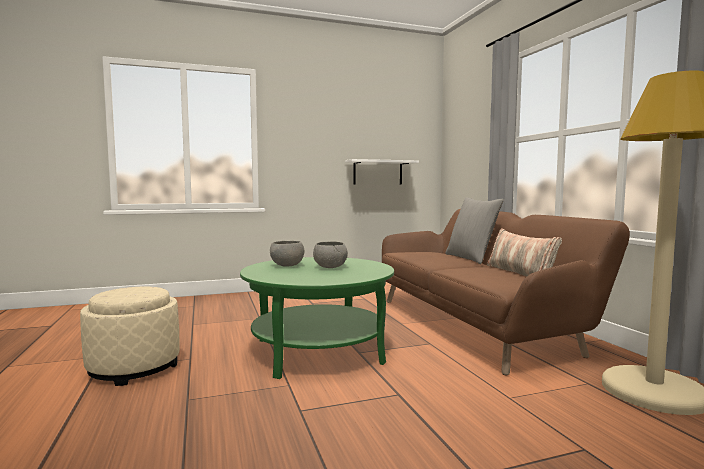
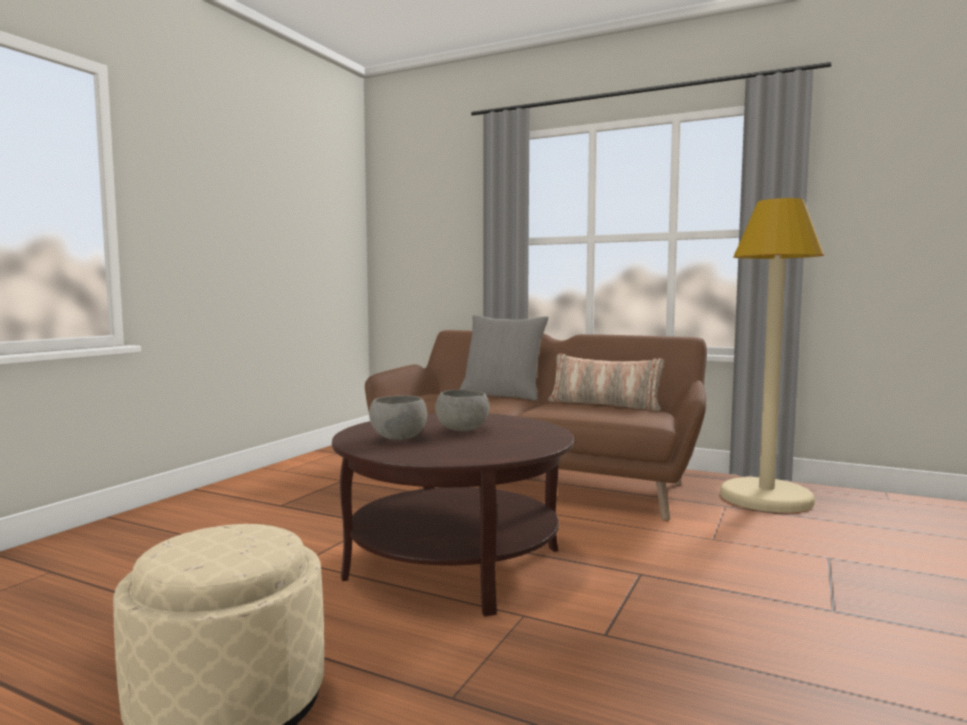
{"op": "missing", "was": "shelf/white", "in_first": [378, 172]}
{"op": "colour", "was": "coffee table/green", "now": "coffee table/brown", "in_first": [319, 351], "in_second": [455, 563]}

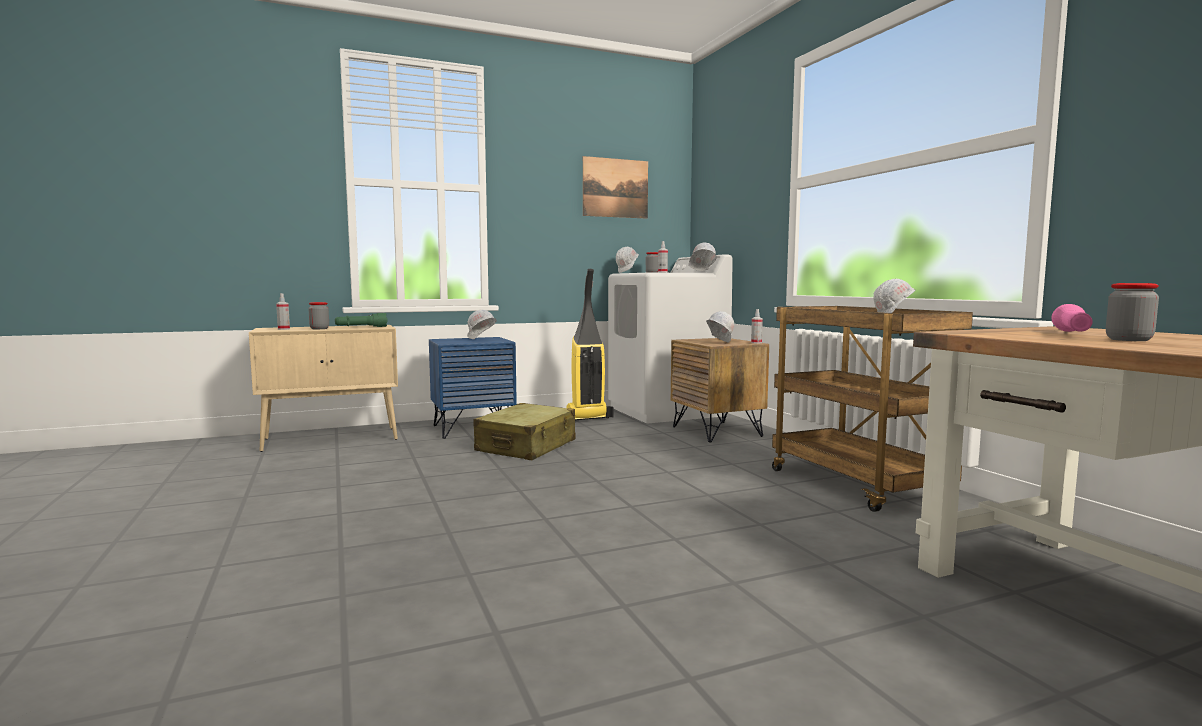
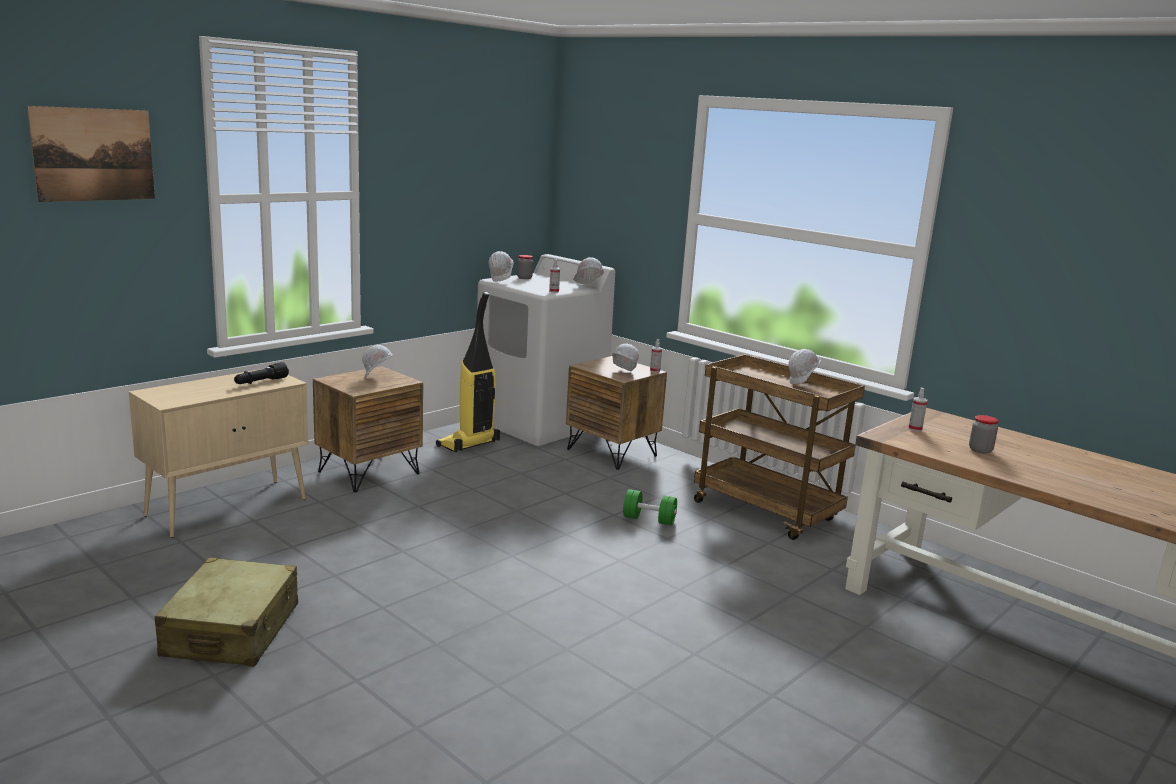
{"op": "relocated", "was": "picture", "in_first": [615, 188], "in_second": [94, 154]}
{"op": "relocated", "was": "spray bottle", "in_first": [283, 329], "in_second": [915, 429]}
{"op": "missing", "was": "jar", "in_first": [319, 328]}
{"op": "missing", "was": "flashlight/pink", "in_first": [1072, 333]}
{"op": "colour", "was": "flashlight/green", "now": "flashlight/black", "in_first": [361, 327], "in_second": [261, 382]}
{"op": "colour", "was": "nightstand/blue", "now": "nightstand/brown", "in_first": [473, 429], "in_second": [368, 472]}
{"op": "relocated", "was": "suitcase/beige", "in_first": [526, 446], "in_second": [232, 630]}
{"op": "appeared", "now": "dumbbell/green", "in_second": [649, 520]}

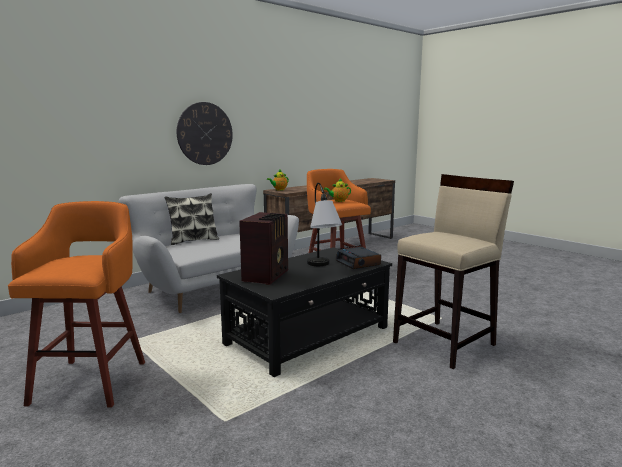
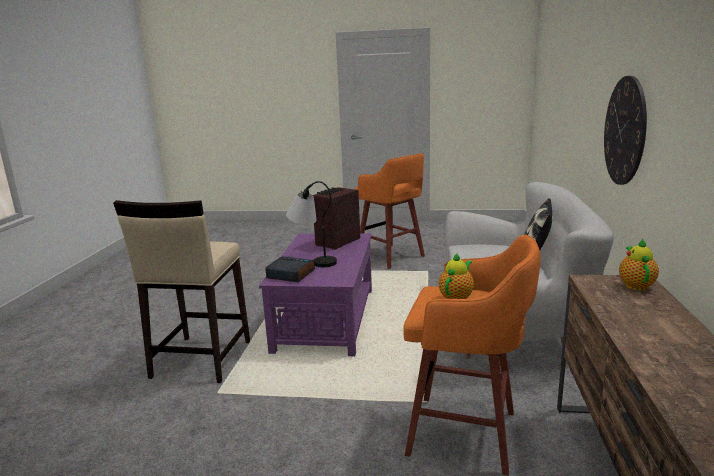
{"op": "spun", "was": "radio", "in_first": [267, 276], "in_second": [336, 242], "clockwise": 60}
{"op": "colour", "was": "coffee table/black", "now": "coffee table/purple", "in_first": [309, 335], "in_second": [325, 319]}

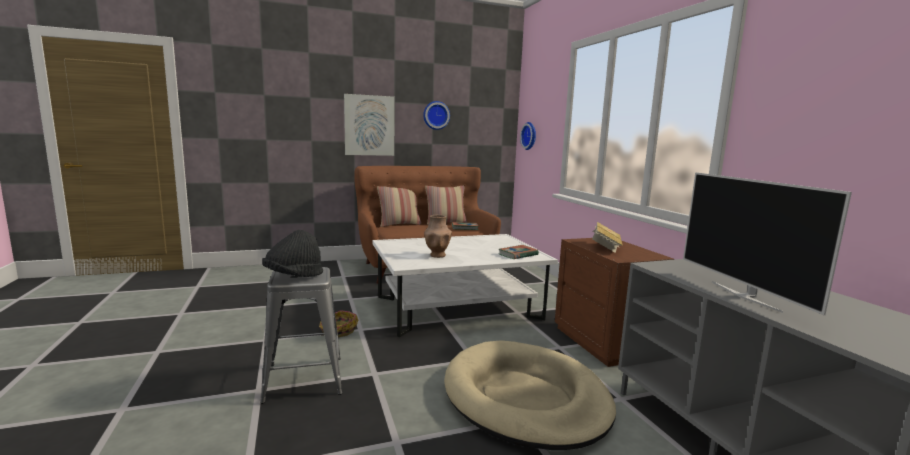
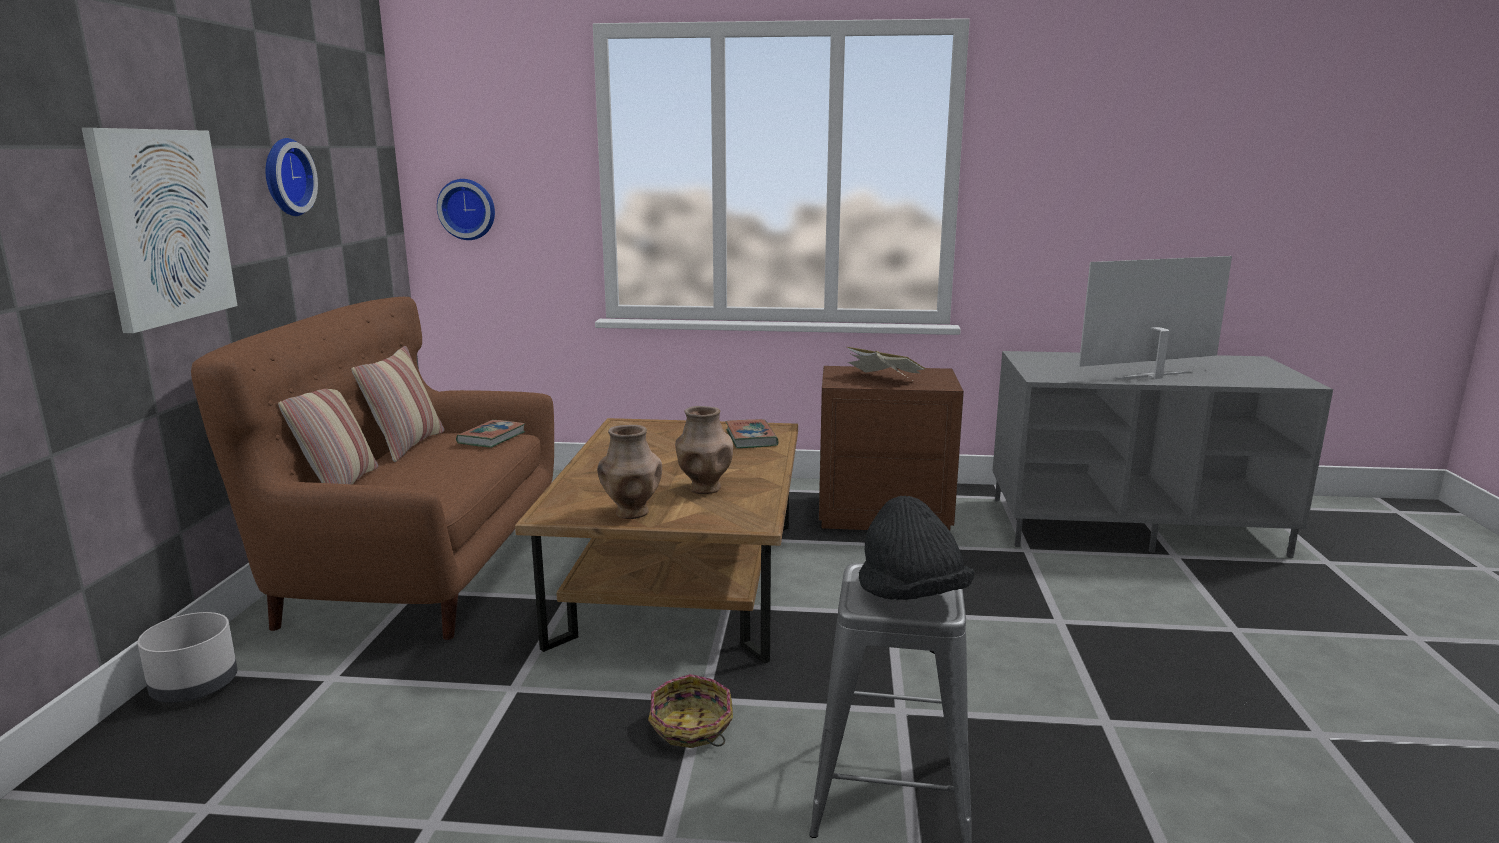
{"op": "spun", "was": "television", "in_first": [745, 296], "in_second": [1152, 376], "clockwise": 150}
{"op": "colour", "was": "coffee table/white", "now": "coffee table/brown", "in_first": [458, 308], "in_second": [680, 580]}
{"op": "missing", "was": "dog bed/beige", "in_first": [525, 398]}
{"op": "appeared", "now": "vase/brown", "in_second": [631, 513]}
{"op": "appeared", "now": "planter/grey", "in_second": [194, 686]}

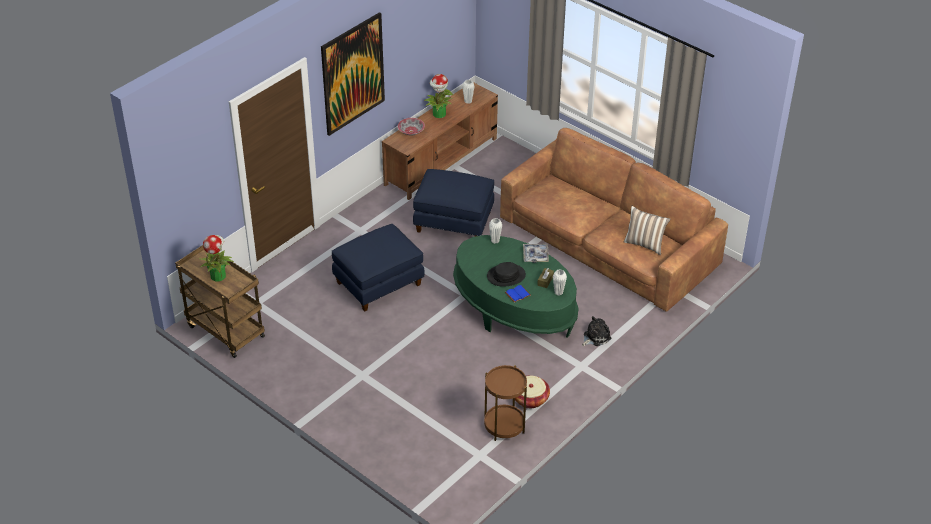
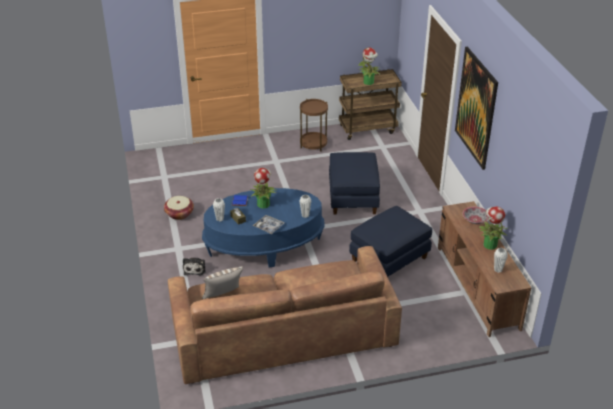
{"op": "colour", "was": "coffee table/green", "now": "coffee table/blue", "in_first": [514, 309], "in_second": [264, 245]}
{"op": "exchanged", "was": "hat/black", "now": "potted plant", "in_first": [506, 276], "in_second": [263, 204]}
{"op": "relocated", "was": "side table/brown", "in_first": [504, 425], "in_second": [313, 144]}

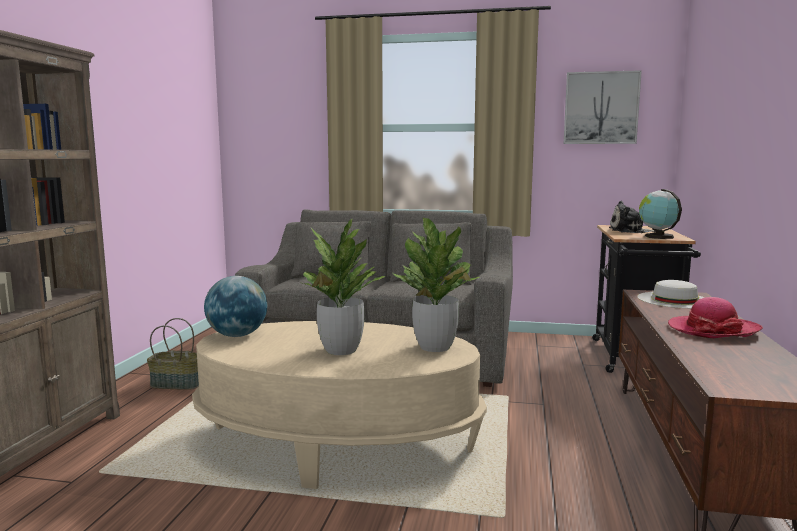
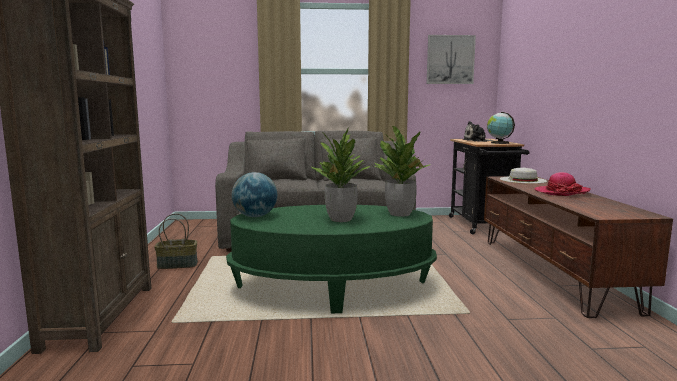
{"op": "colour", "was": "coffee table/beige", "now": "coffee table/green", "in_first": [337, 444], "in_second": [332, 288]}

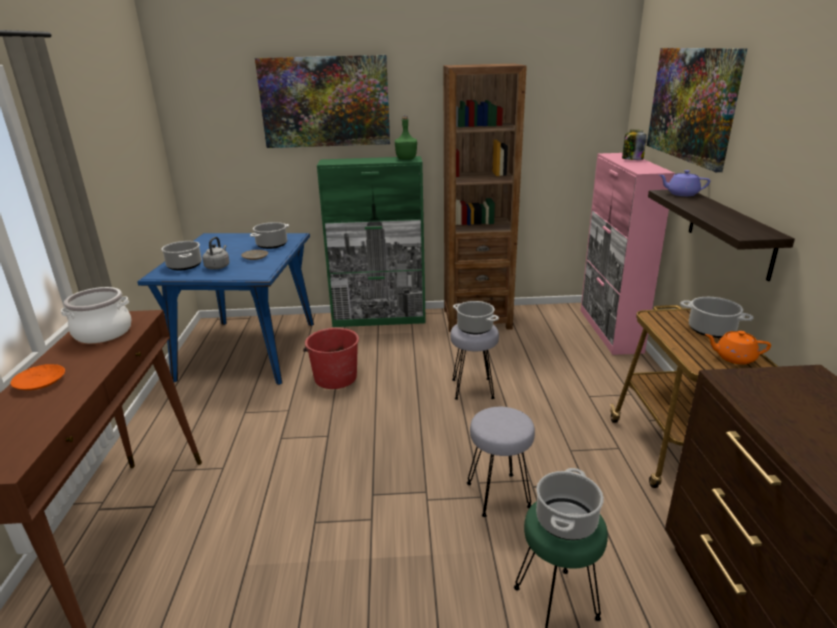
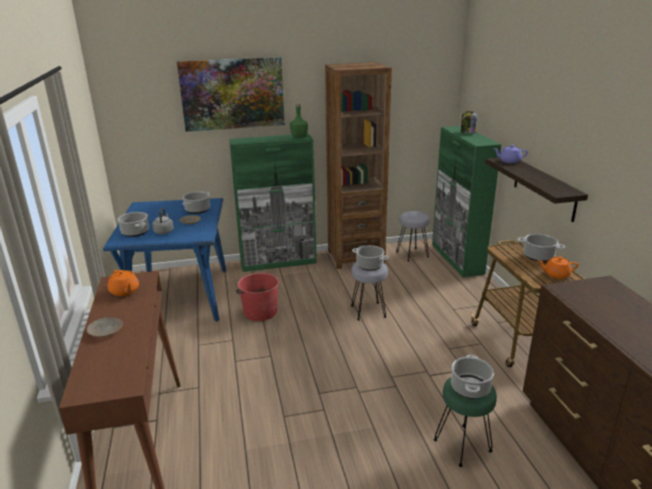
{"op": "missing", "was": "picture", "in_first": [692, 104]}
{"op": "colour", "was": "cabinet/pink", "now": "cabinet/green", "in_first": [610, 330], "in_second": [457, 259]}
{"op": "exchanged", "was": "cooking pot", "now": "teapot/orange", "in_first": [103, 332], "in_second": [124, 291]}
{"op": "colour", "was": "plate/orange", "now": "plate/beige", "in_first": [40, 382], "in_second": [105, 330]}
{"op": "relocated", "was": "stool/grey", "in_first": [499, 495], "in_second": [412, 254]}

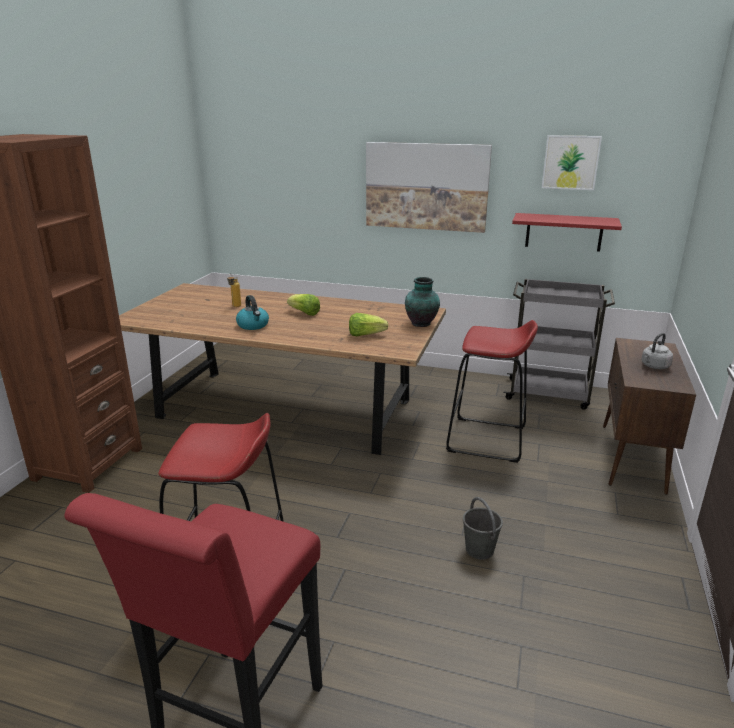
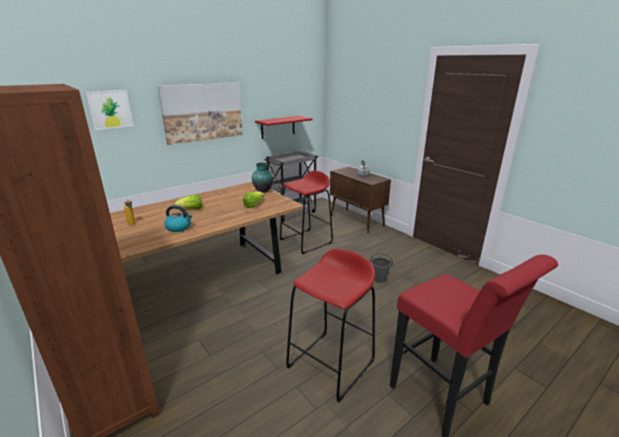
{"op": "relocated", "was": "picture", "in_first": [570, 162], "in_second": [110, 109]}

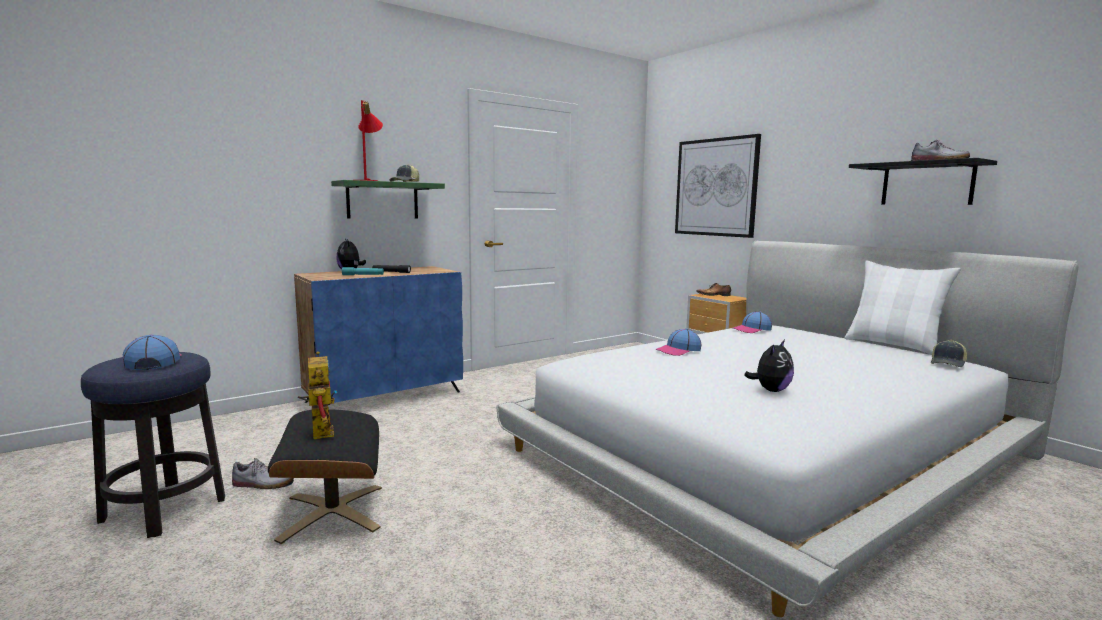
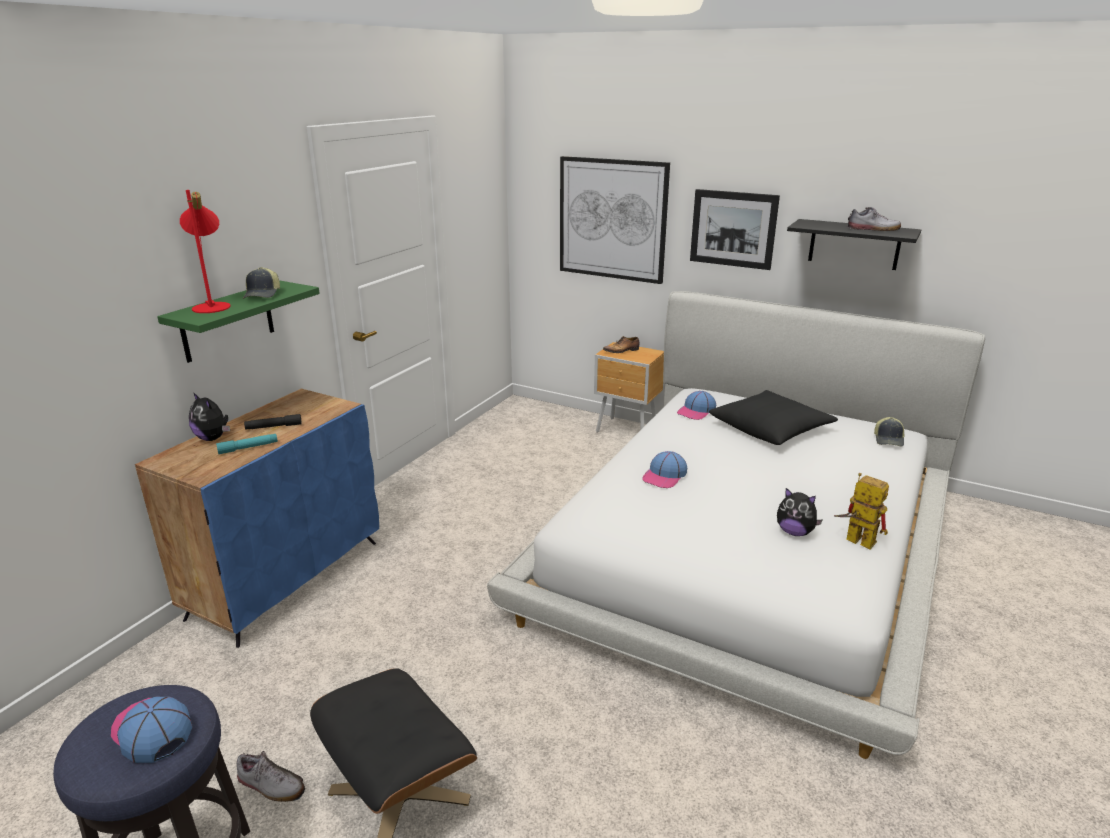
{"op": "missing", "was": "pillow/white", "in_first": [893, 345]}
{"op": "spun", "was": "plush toy", "in_first": [771, 390], "in_second": [795, 532], "clockwise": 105}
{"op": "relocated", "was": "toy robot", "in_first": [319, 430], "in_second": [853, 539]}
{"op": "spun", "was": "shoe", "in_first": [263, 484], "in_second": [271, 785], "clockwise": 45}
{"op": "appeared", "now": "picture", "in_second": [733, 229]}
{"op": "appeared", "now": "pillow/black", "in_second": [770, 428]}

